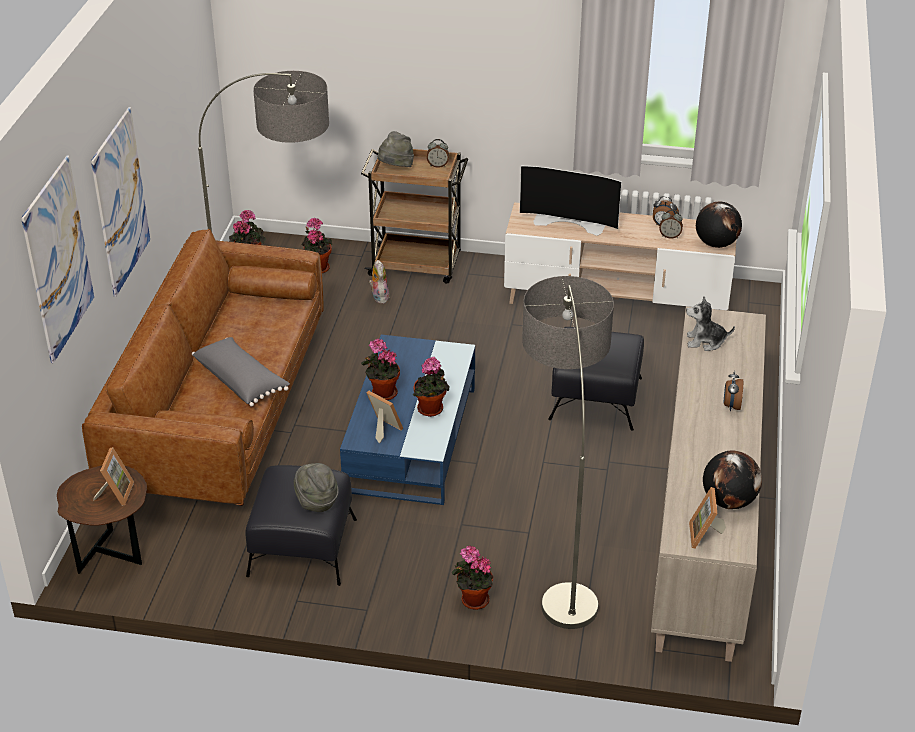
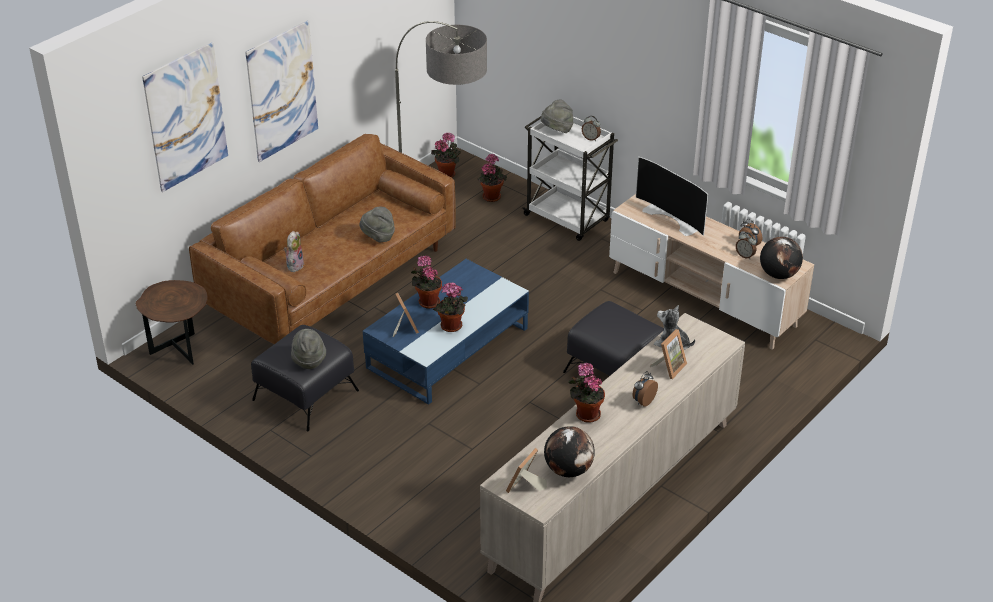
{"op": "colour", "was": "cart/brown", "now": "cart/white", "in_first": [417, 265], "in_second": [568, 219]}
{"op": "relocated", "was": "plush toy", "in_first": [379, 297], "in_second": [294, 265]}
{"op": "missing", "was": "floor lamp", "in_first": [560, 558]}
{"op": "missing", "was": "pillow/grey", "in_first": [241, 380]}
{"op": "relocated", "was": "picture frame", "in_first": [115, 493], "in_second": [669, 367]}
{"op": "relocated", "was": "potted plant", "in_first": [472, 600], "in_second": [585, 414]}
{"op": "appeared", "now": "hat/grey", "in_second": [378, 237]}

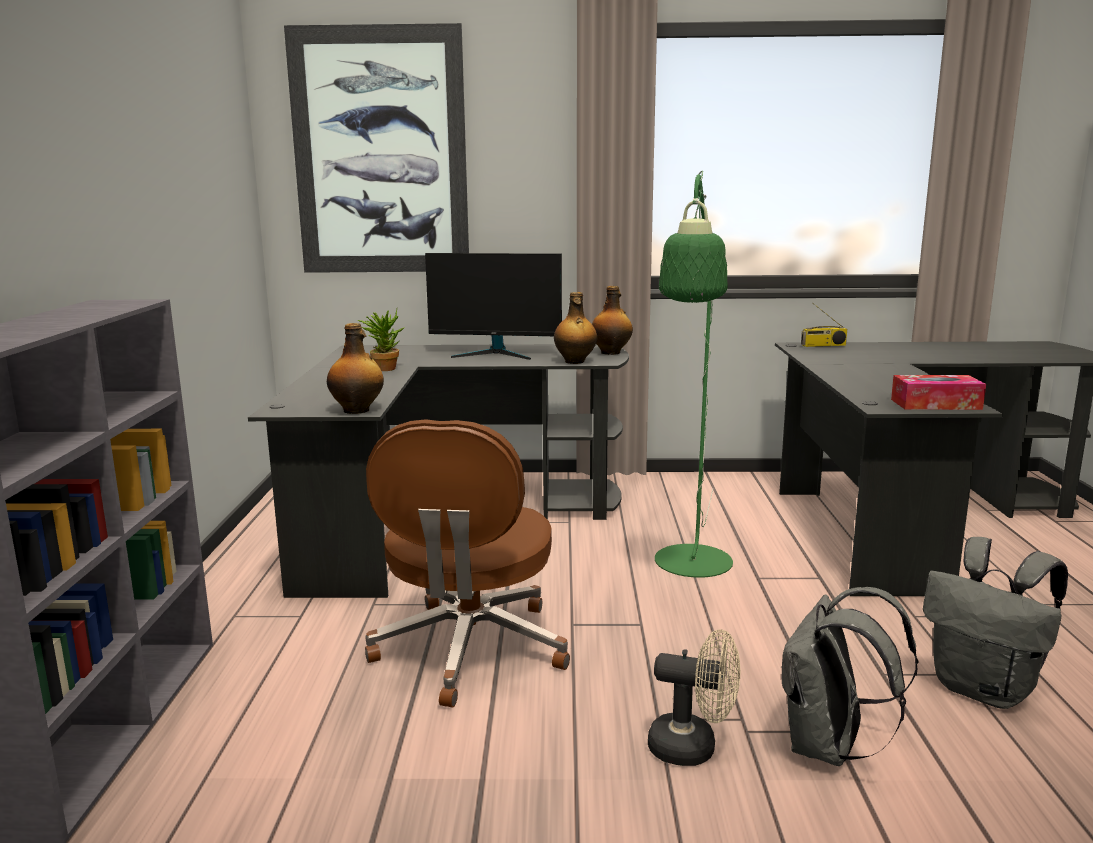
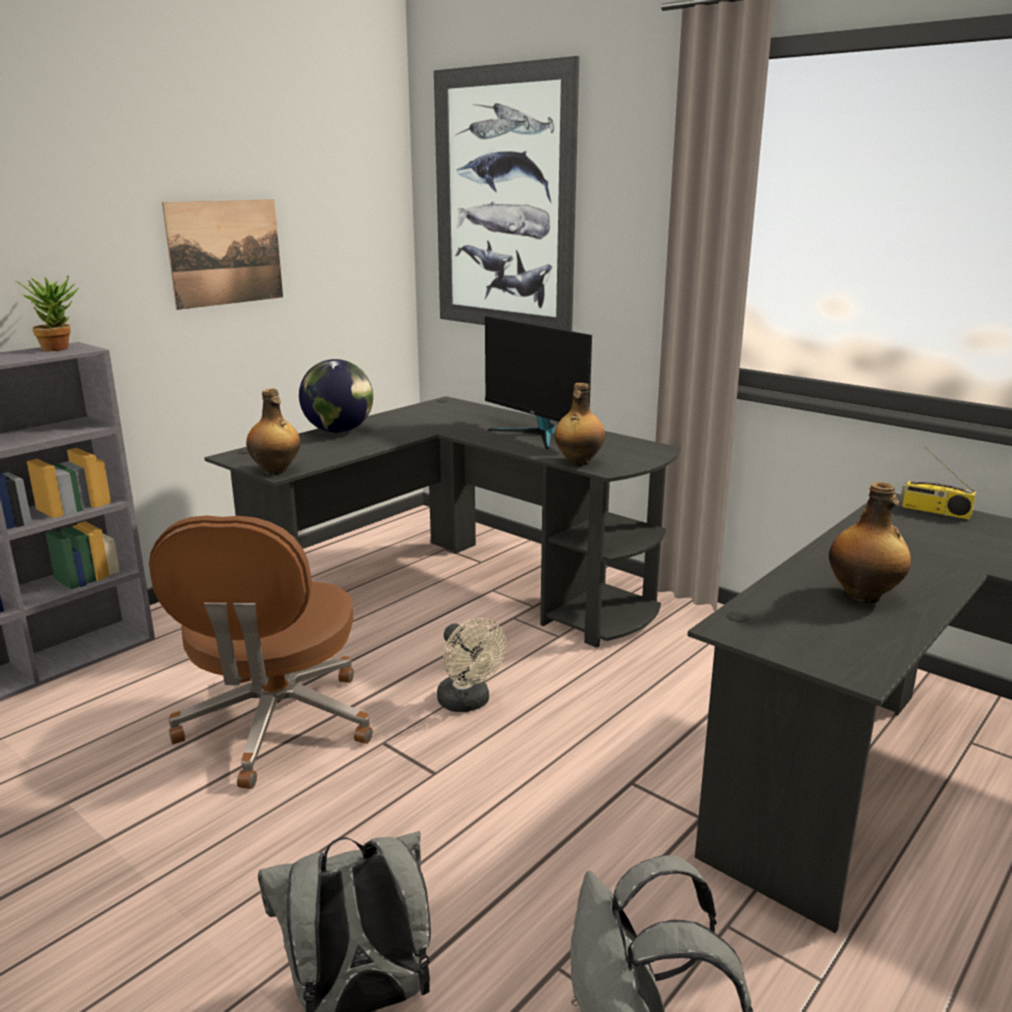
{"op": "missing", "was": "floor lamp/green", "in_first": [691, 569]}
{"op": "relocated", "was": "bottle", "in_first": [611, 352], "in_second": [863, 596]}
{"op": "relocated", "was": "potted plant", "in_first": [384, 368], "in_second": [59, 348]}
{"op": "missing", "was": "tissue box", "in_first": [935, 404]}
{"op": "spun", "was": "office chair/brown", "in_first": [470, 650], "in_second": [276, 726], "clockwise": -45}
{"op": "relocated", "was": "fan/beige", "in_first": [693, 748], "in_second": [468, 703]}
{"op": "appeared", "now": "picture", "in_second": [226, 252]}
{"op": "appeared", "now": "globe", "in_second": [339, 431]}

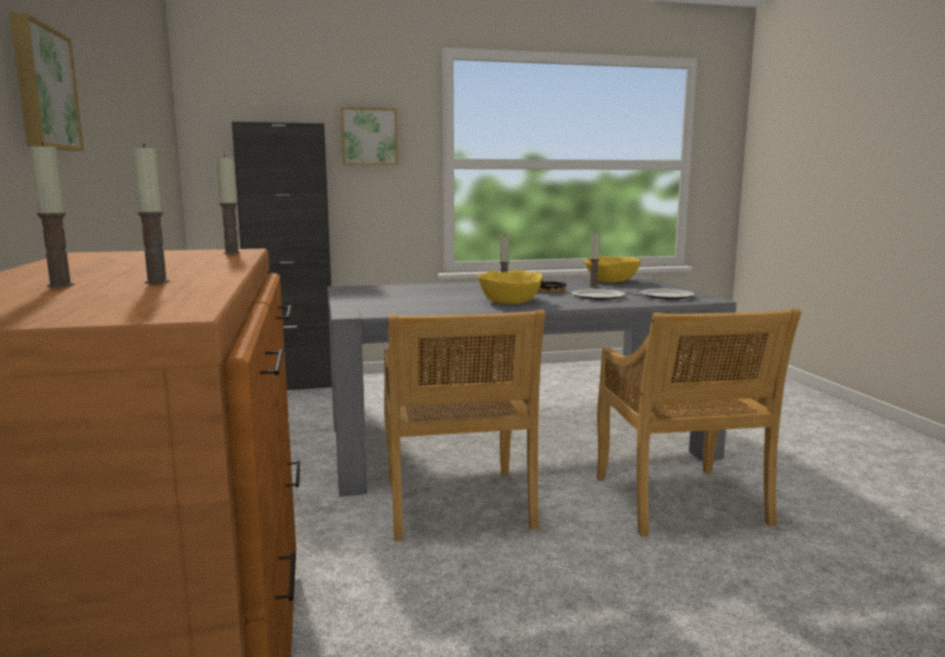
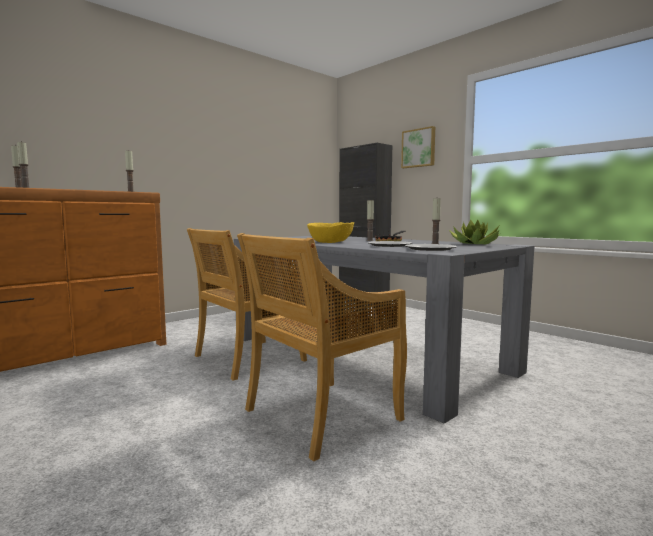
{"op": "missing", "was": "picture", "in_first": [42, 88]}
{"op": "exchanged", "was": "bowl/yellow", "now": "potted plant", "in_first": [611, 281], "in_second": [475, 244]}

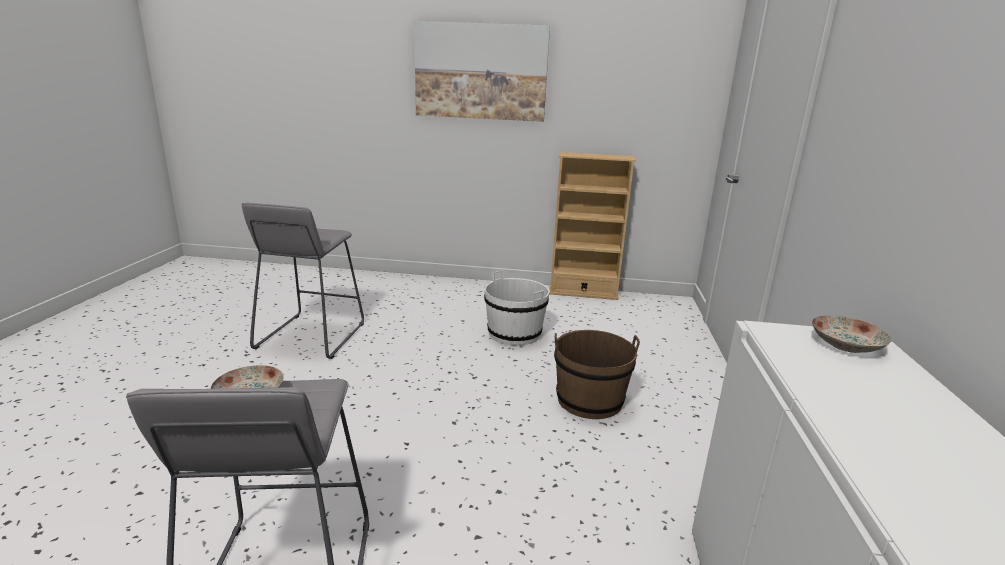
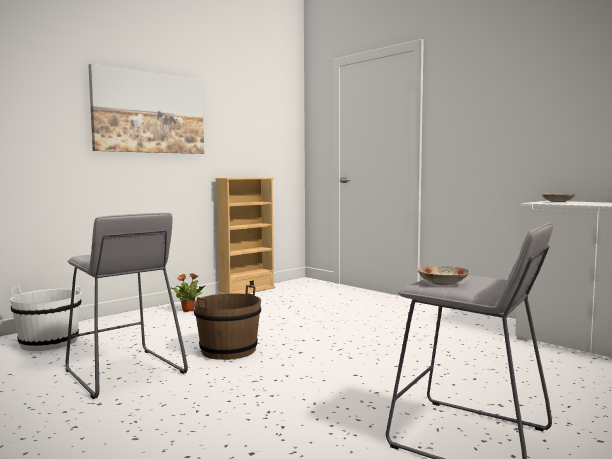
{"op": "relocated", "was": "bucket/white", "in_first": [514, 333], "in_second": [49, 342]}
{"op": "relocated", "was": "bucket/brown", "in_first": [589, 400], "in_second": [228, 350]}
{"op": "appeared", "now": "potted plant", "in_second": [188, 310]}

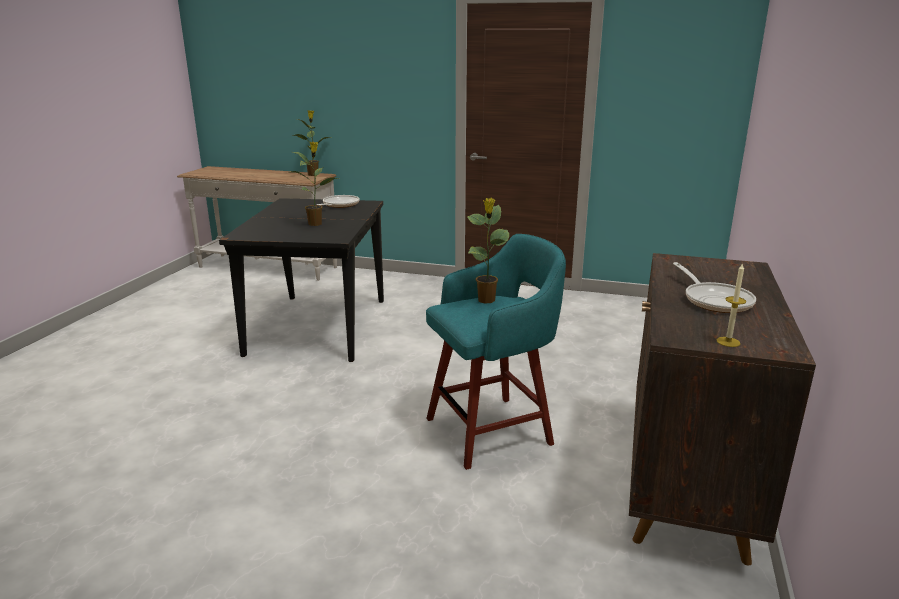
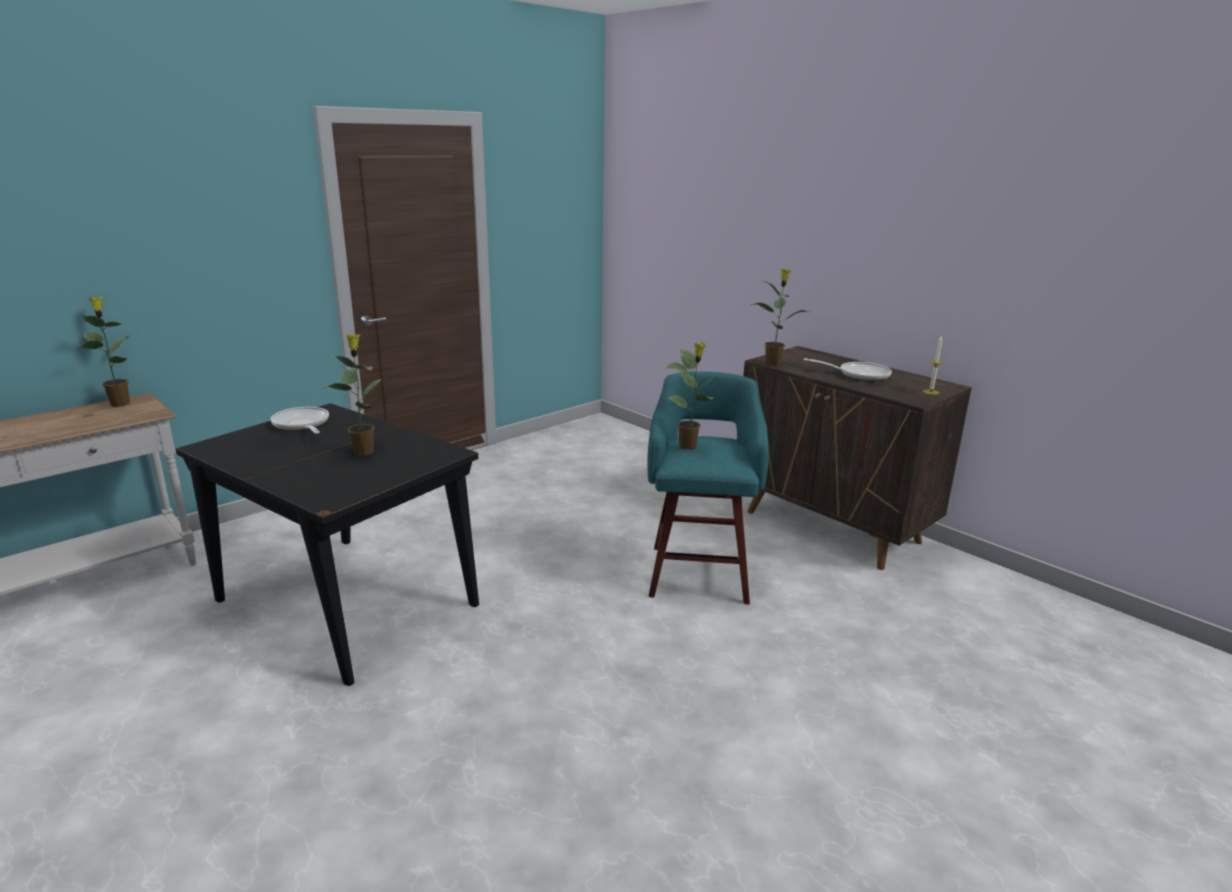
{"op": "appeared", "now": "potted plant", "in_second": [773, 363]}

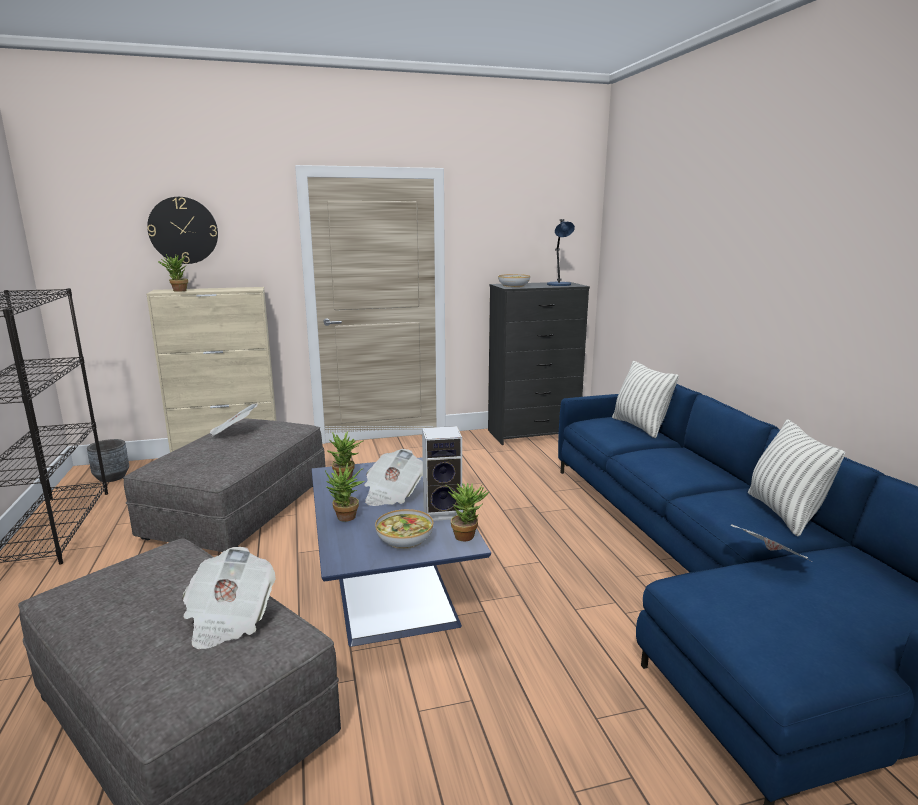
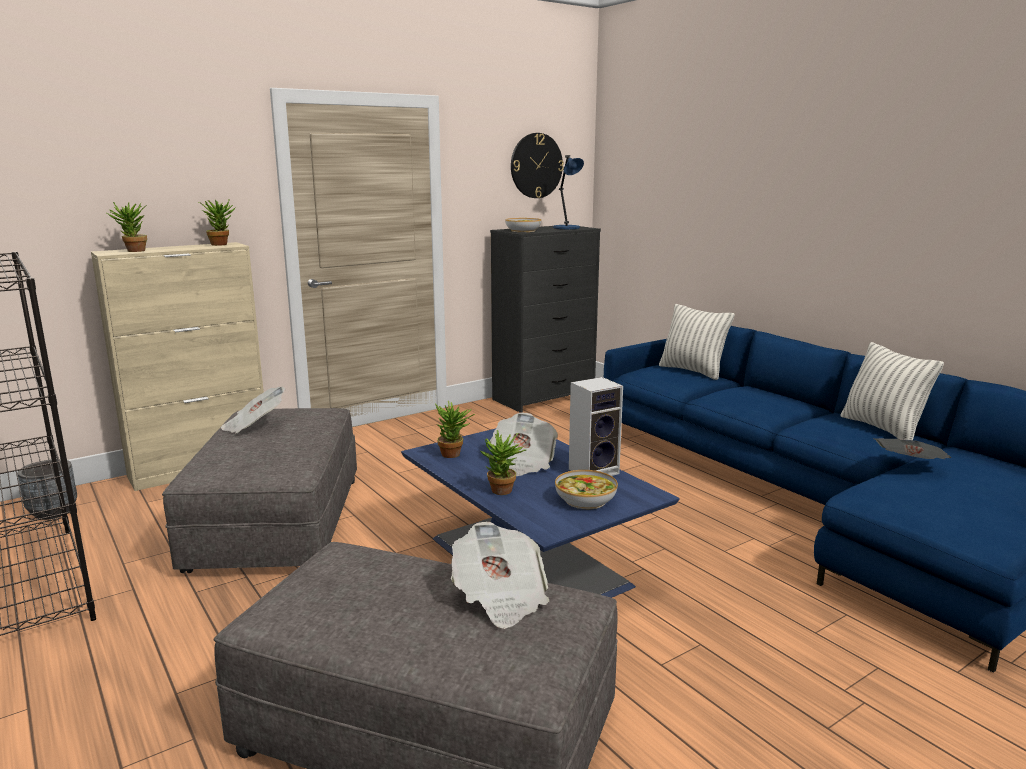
{"op": "relocated", "was": "wall clock", "in_first": [183, 230], "in_second": [536, 165]}
{"op": "relocated", "was": "potted plant", "in_first": [467, 535], "in_second": [221, 244]}

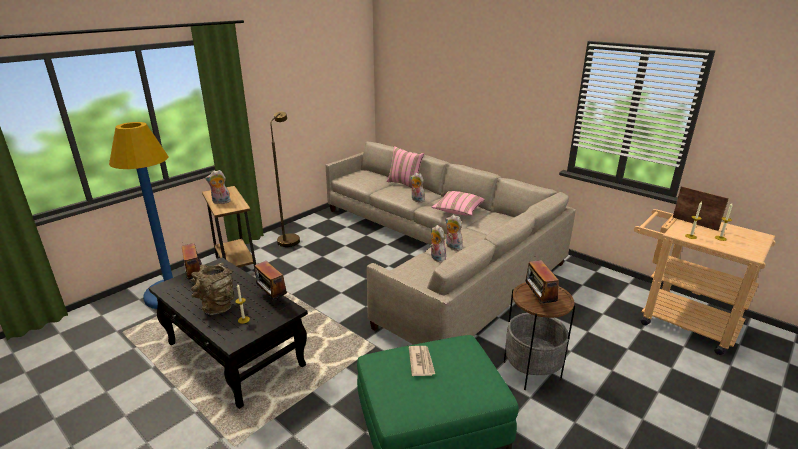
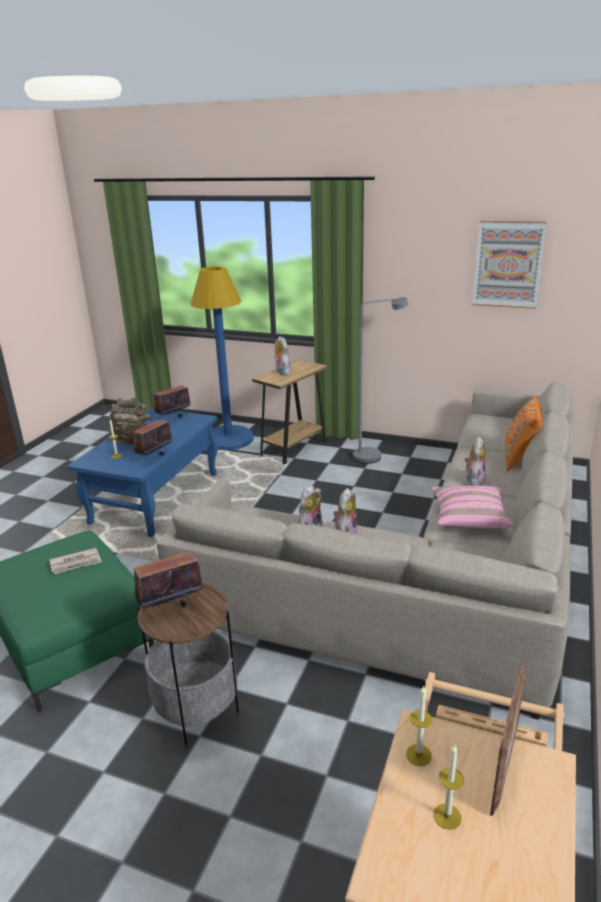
{"op": "colour", "was": "floor lamp/brown", "now": "floor lamp/grey", "in_first": [289, 238], "in_second": [374, 455]}
{"op": "colour", "was": "pillow/pink", "now": "pillow/orange", "in_first": [405, 184], "in_second": [520, 459]}
{"op": "colour", "was": "coffee table/black", "now": "coffee table/blue", "in_first": [236, 355], "in_second": [155, 498]}
{"op": "appeared", "now": "picture", "in_second": [508, 264]}

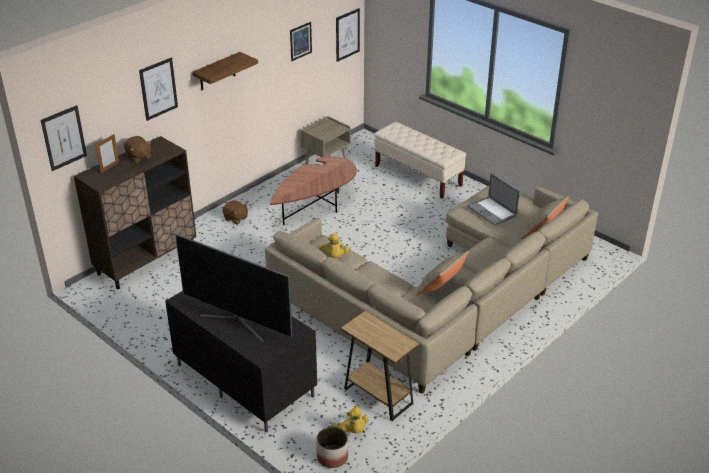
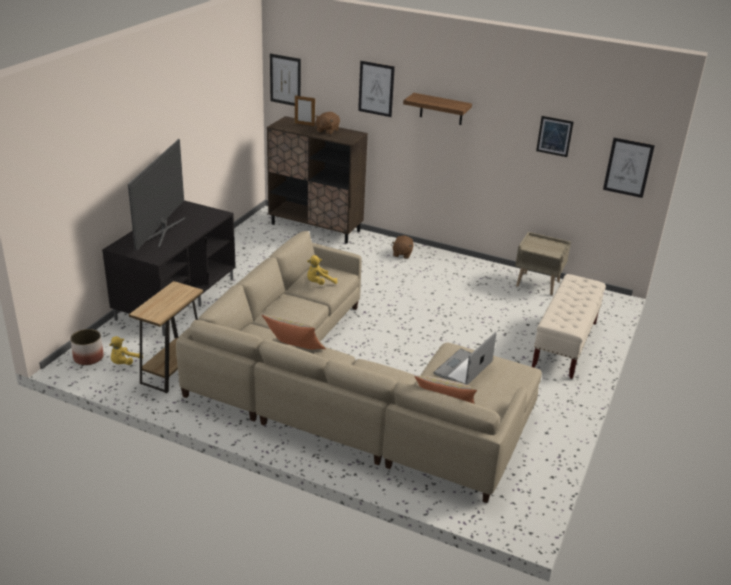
{"op": "missing", "was": "coffee table/brown", "in_first": [316, 206]}

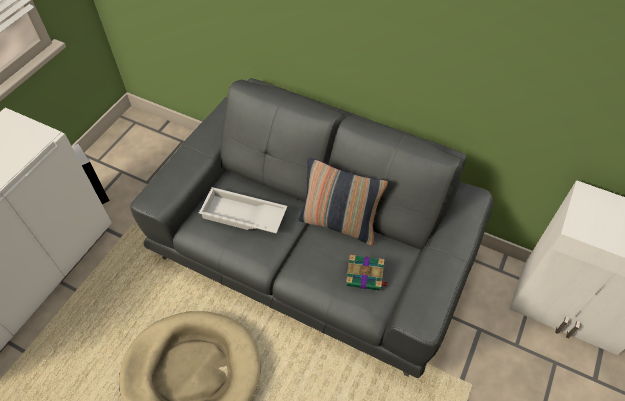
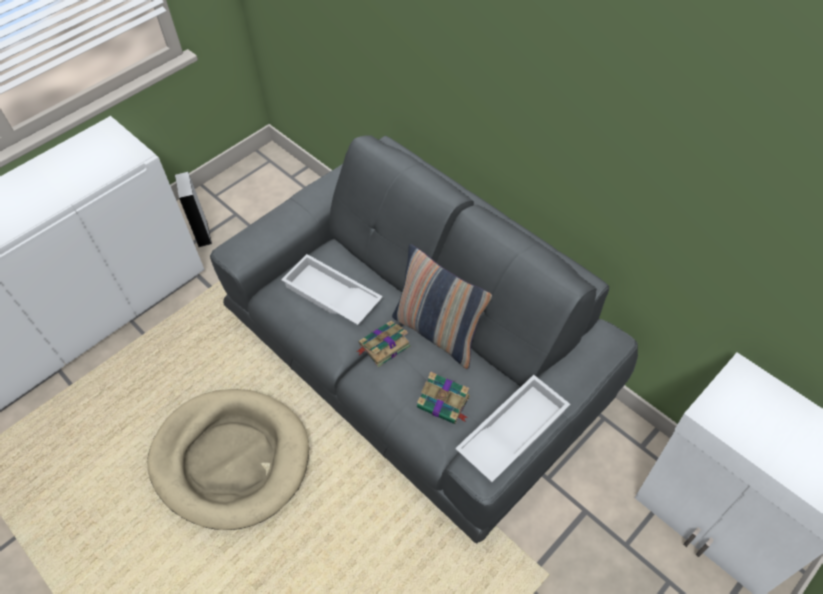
{"op": "appeared", "now": "book", "in_second": [383, 346]}
{"op": "appeared", "now": "tray/white", "in_second": [511, 431]}

